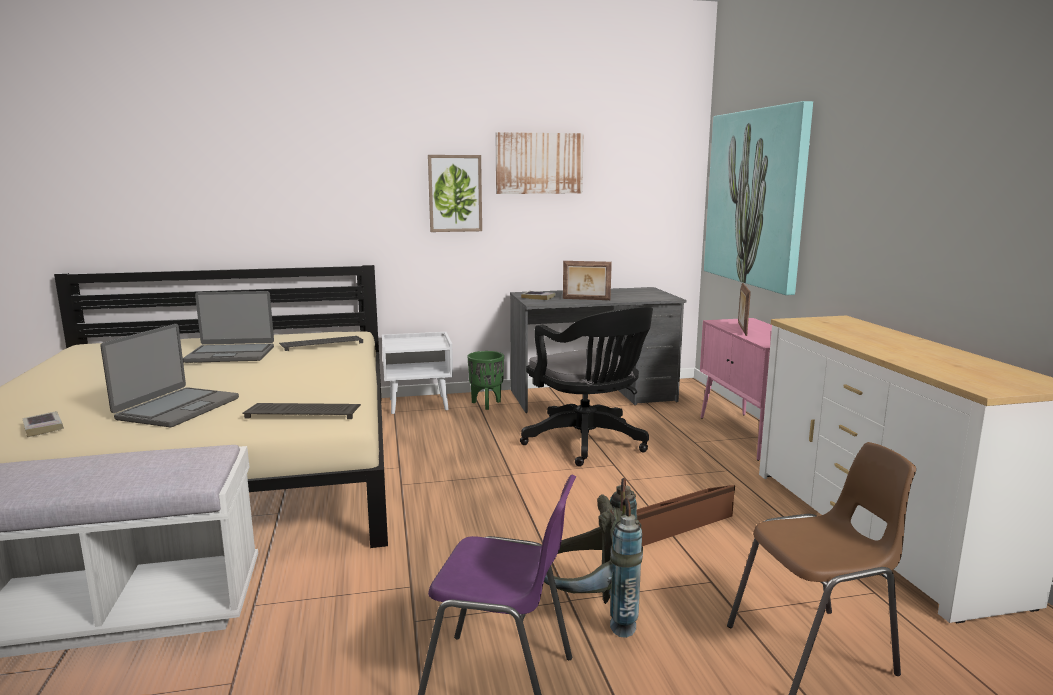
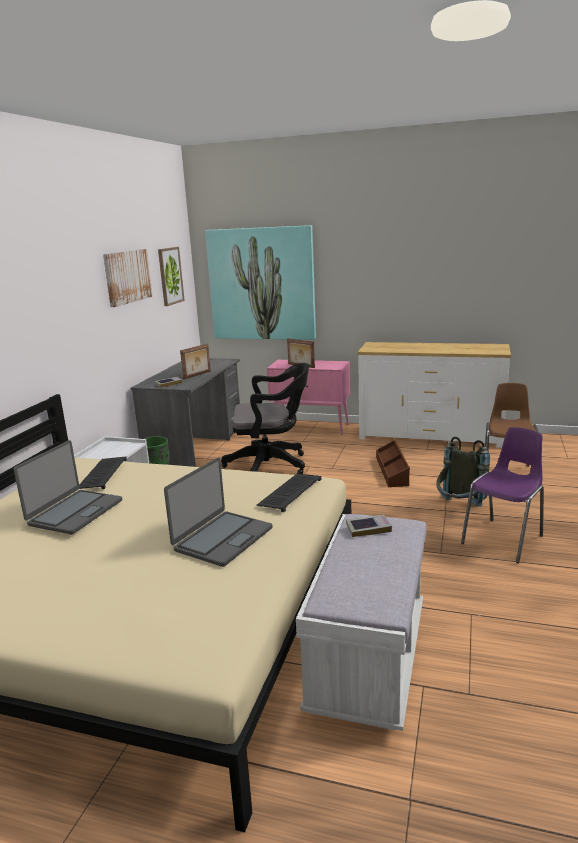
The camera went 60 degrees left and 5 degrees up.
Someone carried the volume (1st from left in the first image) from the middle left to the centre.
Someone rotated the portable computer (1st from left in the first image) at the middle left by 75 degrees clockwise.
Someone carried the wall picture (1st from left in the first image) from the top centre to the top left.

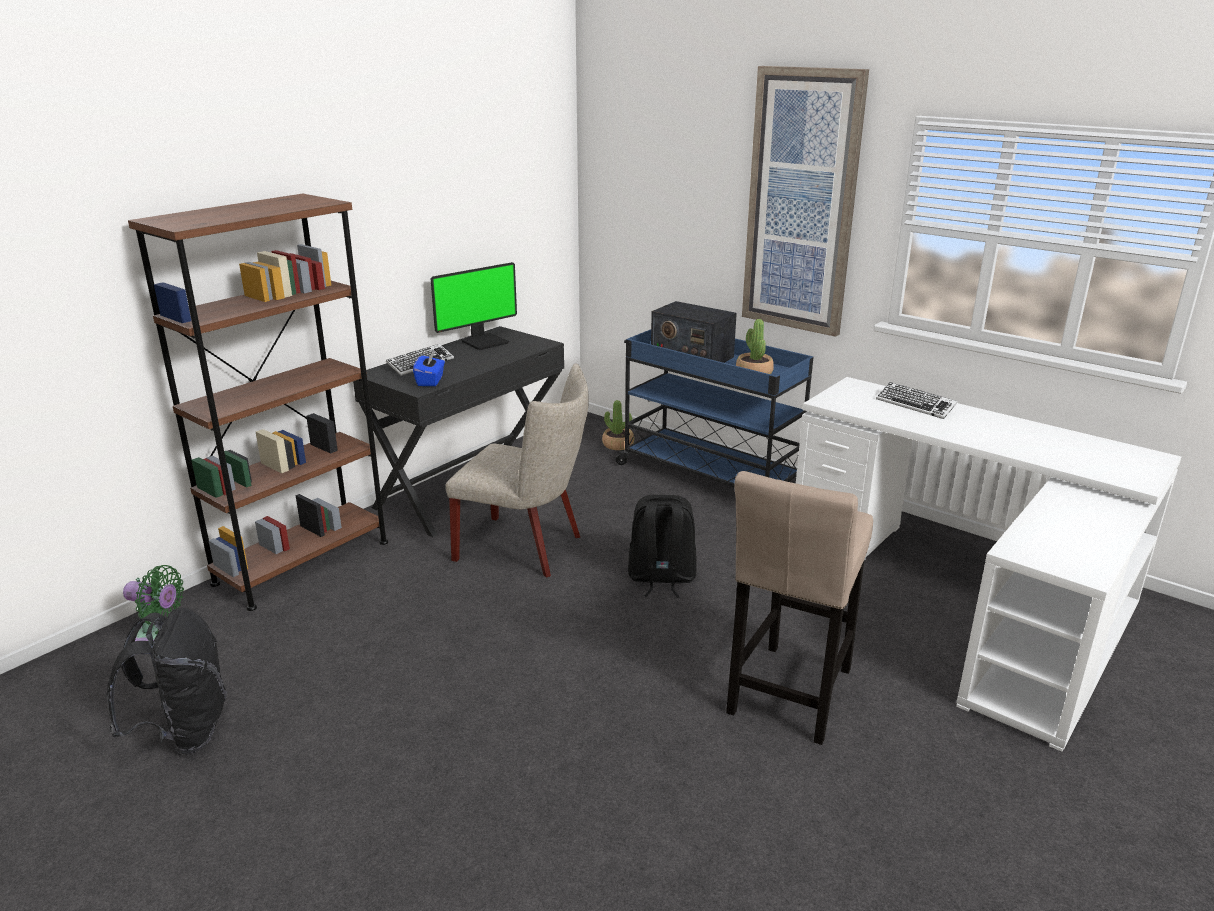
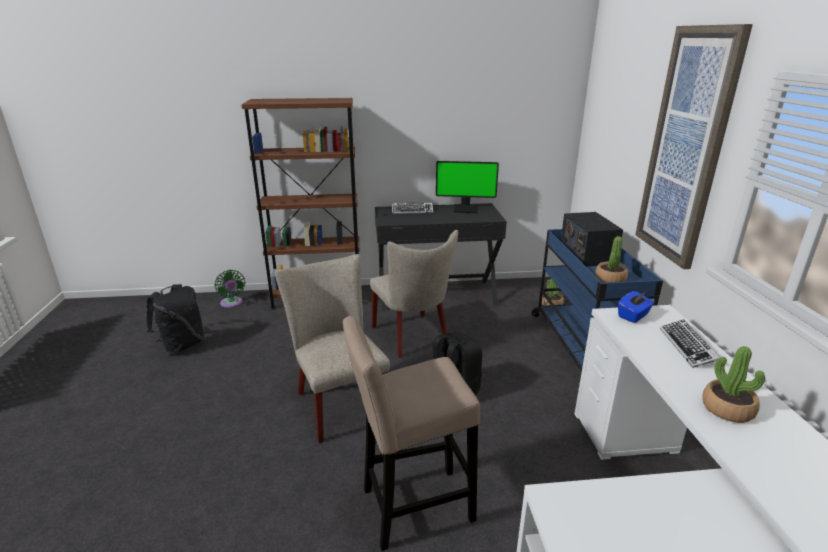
The camera went 45 degrees right and 0 degrees up.
Someone carried the box of tissues/blue-coloured from the centre to the middle right.
Someone put down the chair/beige (1st from left) at the centre.
Someone put down the potted plant (3rd from left) at the bottom right.

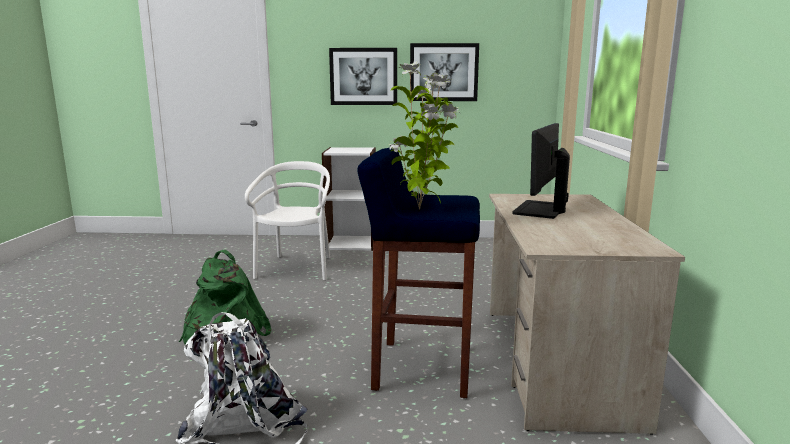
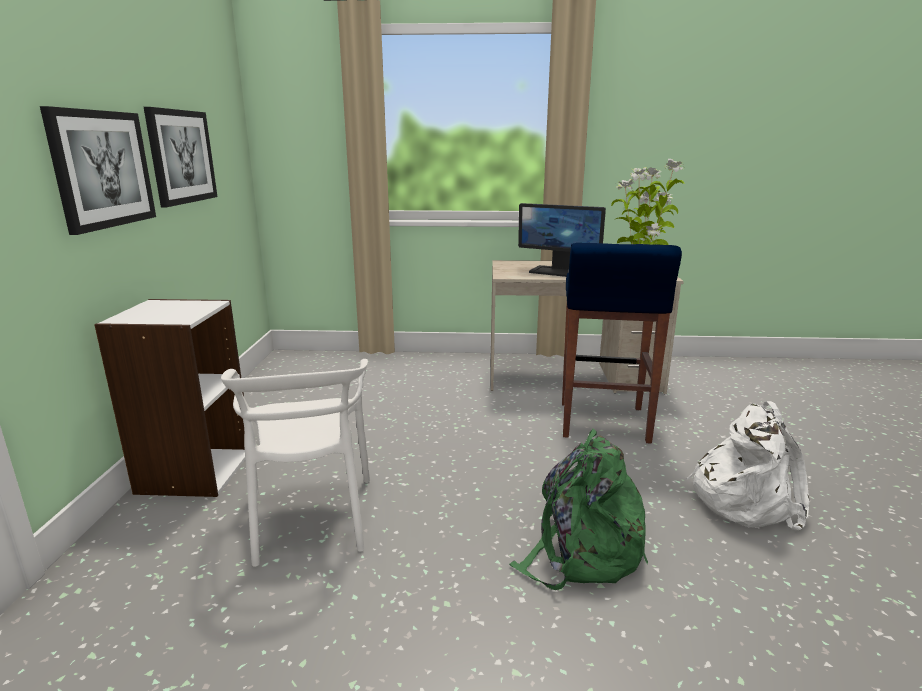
The camera went 90 degrees left and 5 degrees up.
Someone rotated the chair/white at the centre by 105 degrees counterclockwise.

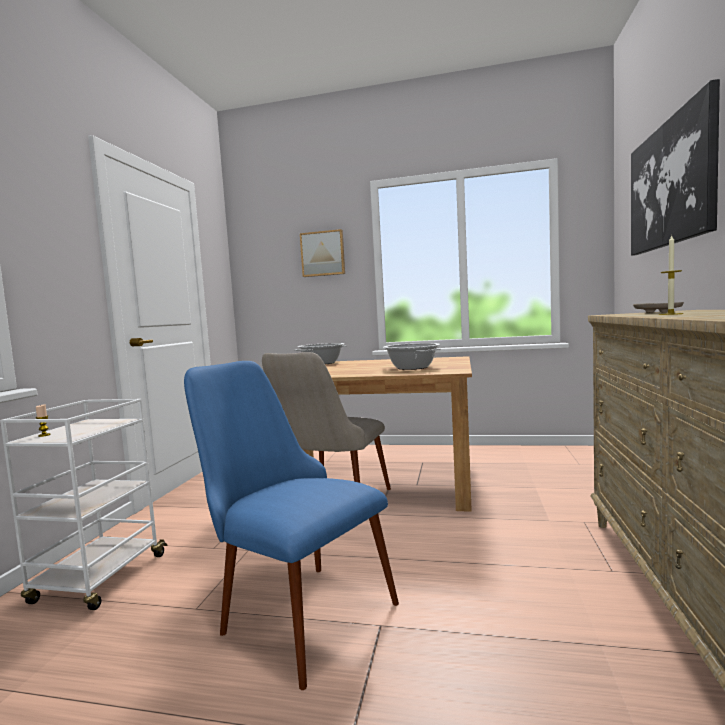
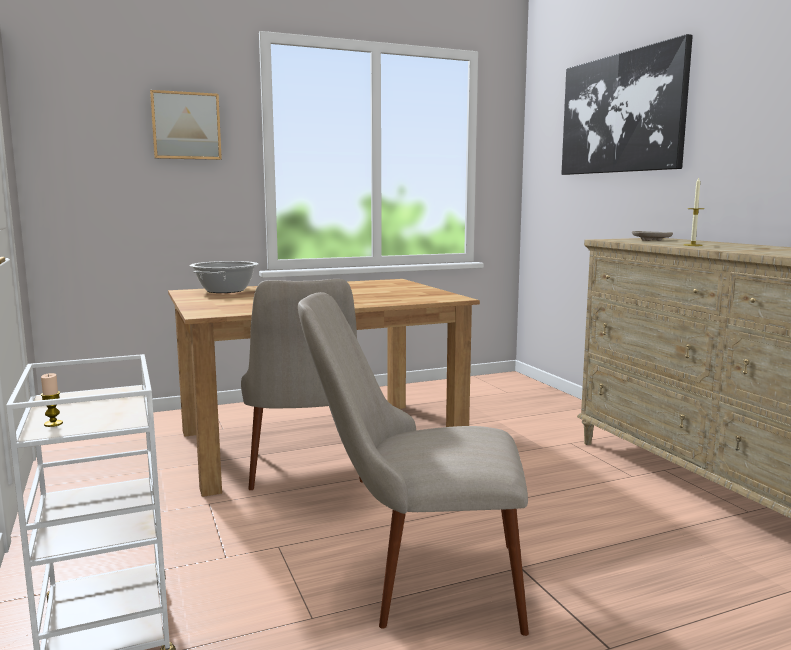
The camera went 35 degrees left and 5 degrees up.
Someone repainted the chair/blue-coloured at the bottom centre, which became the chair/beige (2nd from left) at the bottom centre.
Someone took away the cooking pot (2nd from left) at the centre.

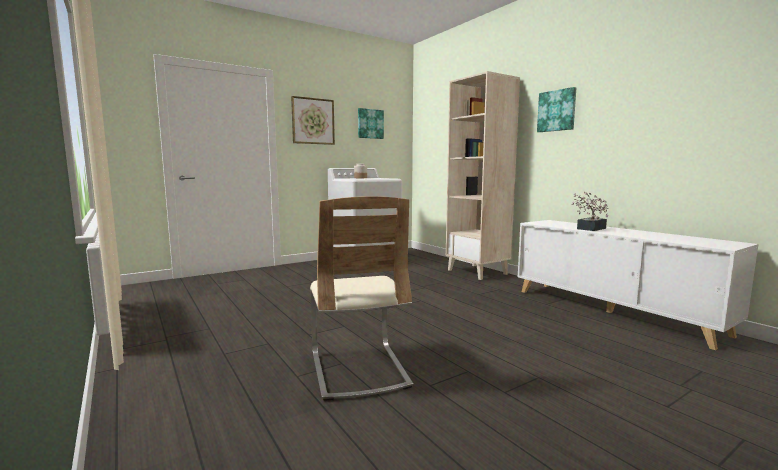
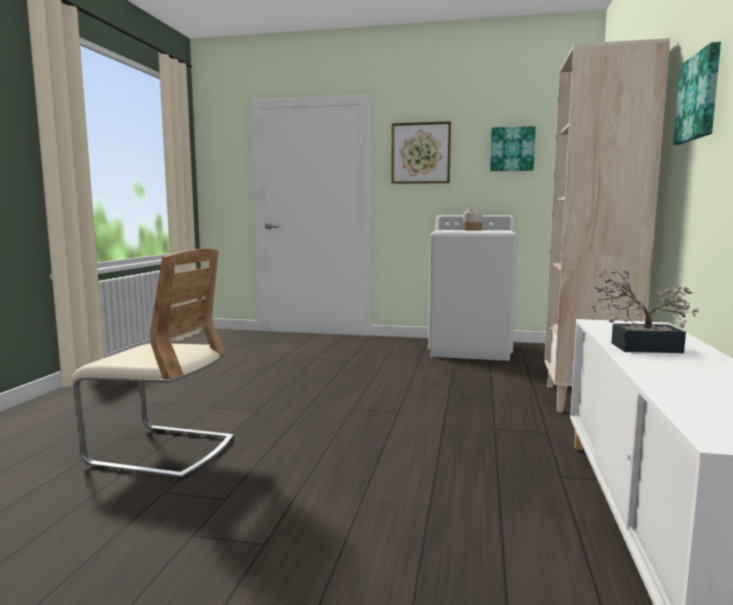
The camera went 45 degrees right and 0 degrees up.
Someone rotated the chair/beige at the centre by 105 degrees counterclockwise.

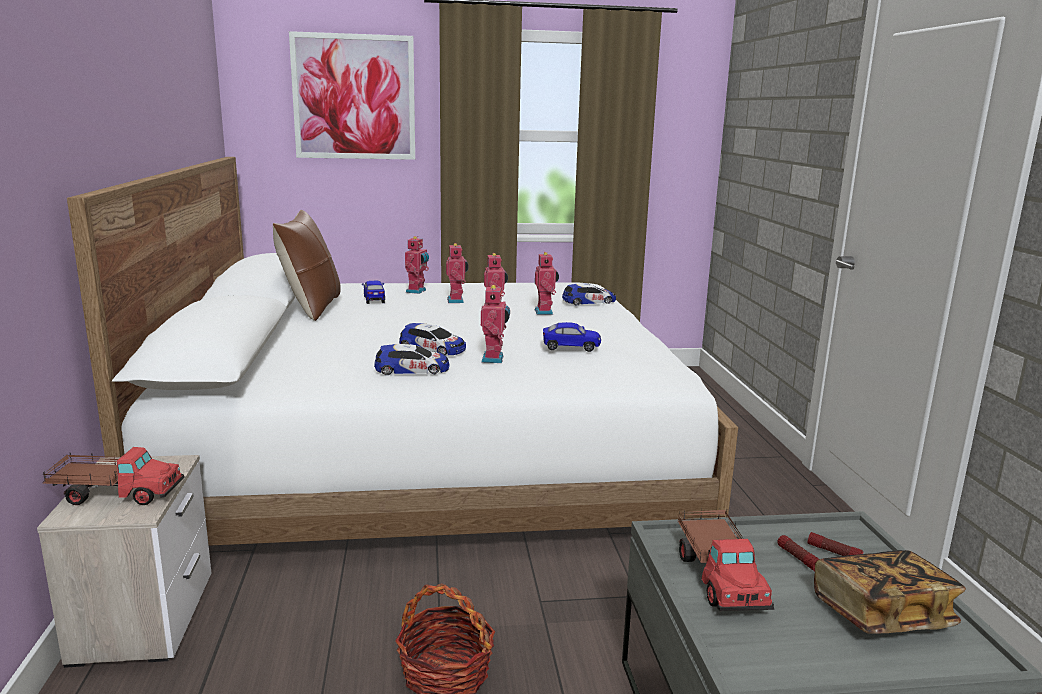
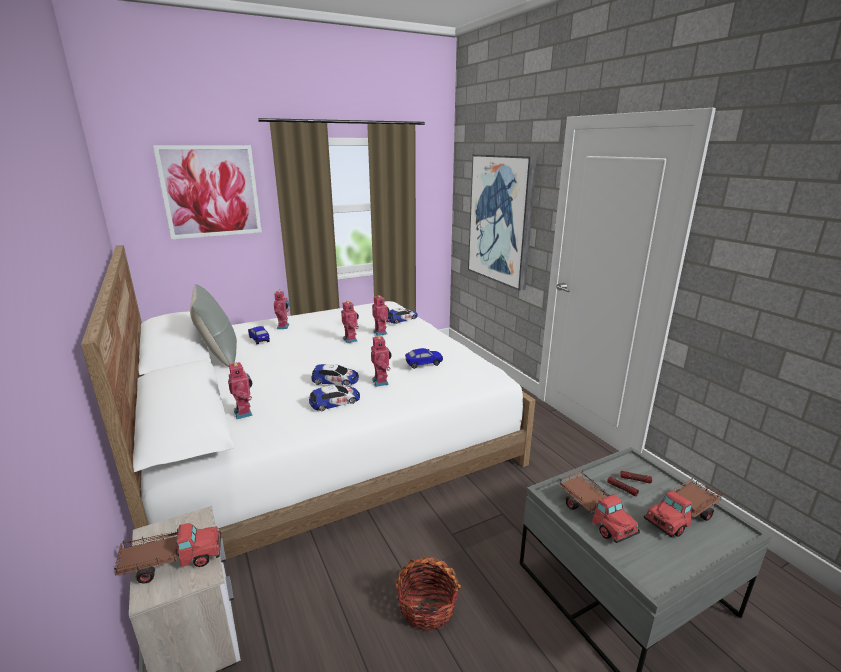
The camera went 20 degrees left and 5 degrees up.
Someone repainted the pillow/brown at the middle left, which became the pillow/grey at the middle left.
Someone carried the model robot (2nd from left in the first image) from the centre to the middle left.
Someone swapped the volume at the bottom right for the toy lorry (3rd from left) at the bottom right.
Someone put up the wall picture (2nd from left) at the top centre.

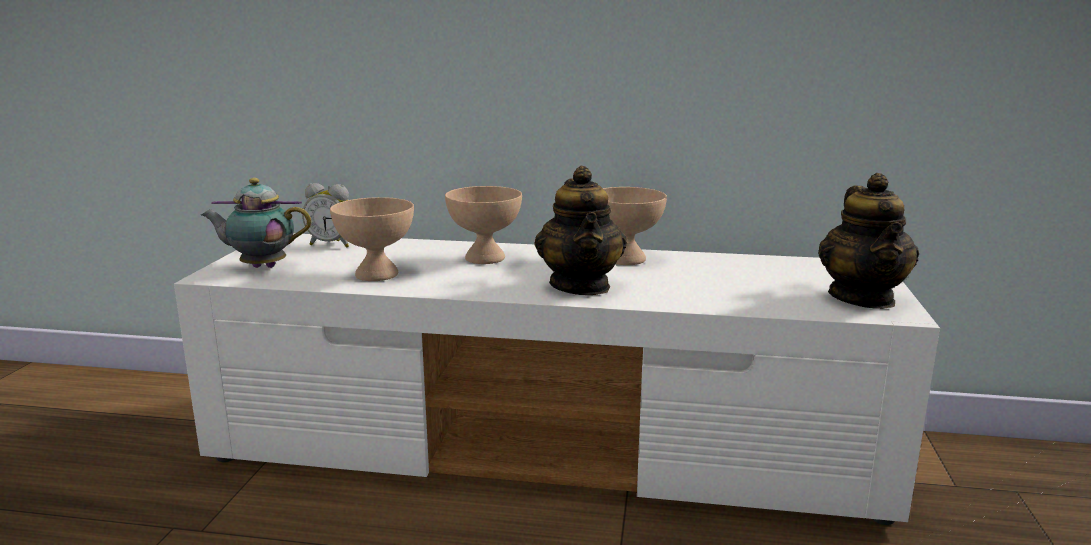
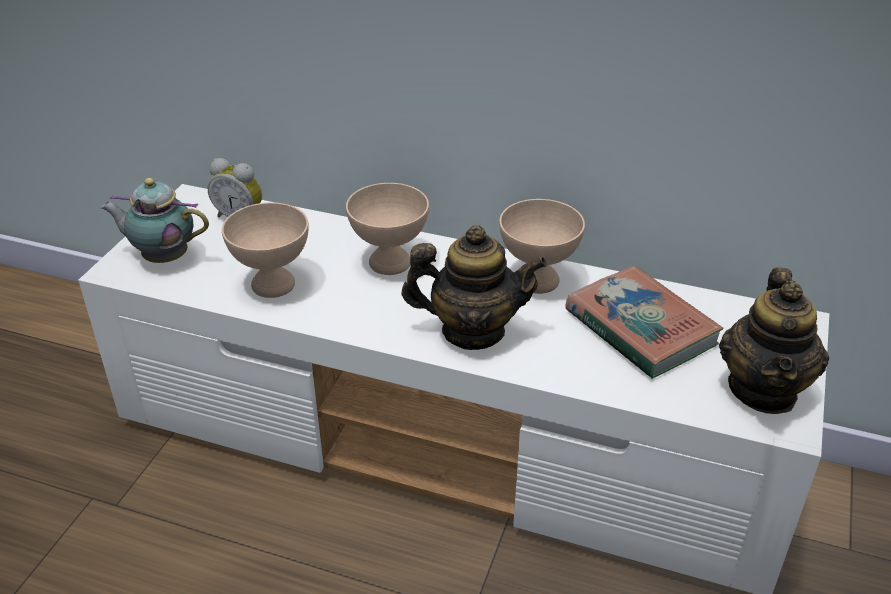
The camera went 10 degrees right and 20 degrees up.
Someone rotated the teapot (2nd from left) at the centre by 90 degrees counterclockwise.
Someone put down the volume at the middle right.

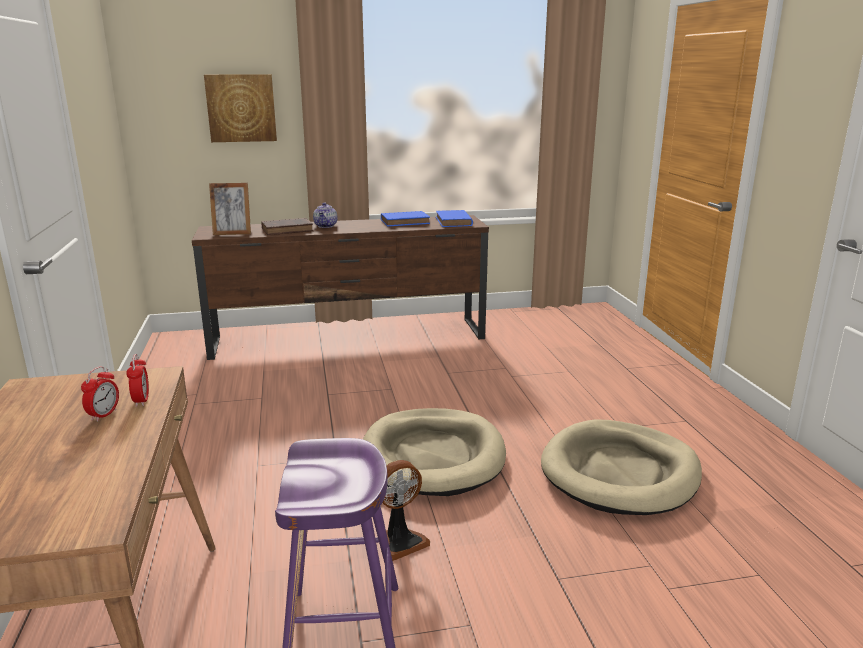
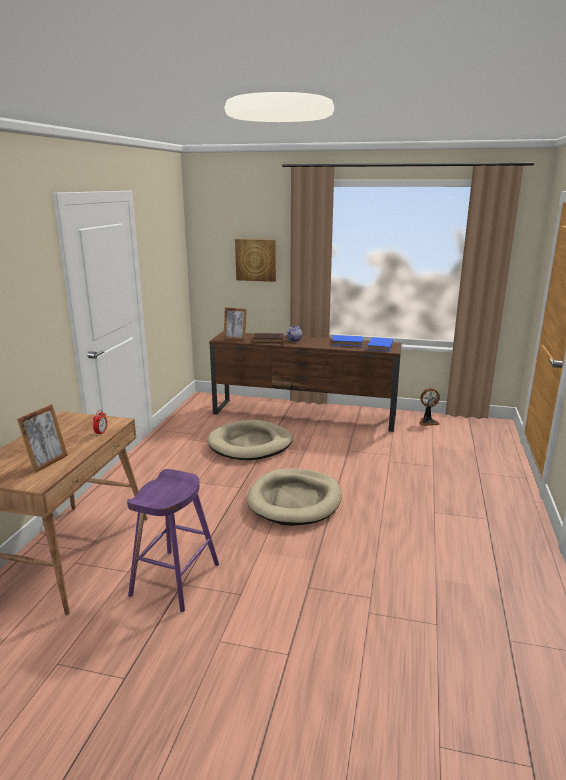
The camera went 25 degrees right and 0 degrees up.
Someone took away the table clock (1st from left) at the middle left.
Someone carried the cooling fan from the bottom centre to the middle right.
Someone carried the dog cushion/beige (2nd from left in the first image) from the bottom right to the centre.
Someone put down the picture frame (1st from left) at the middle left.

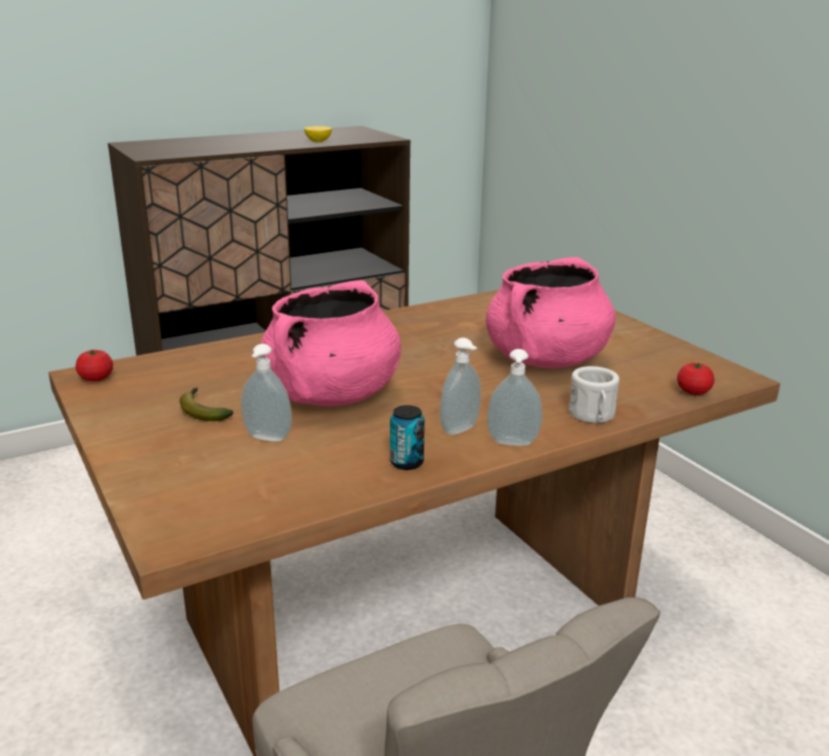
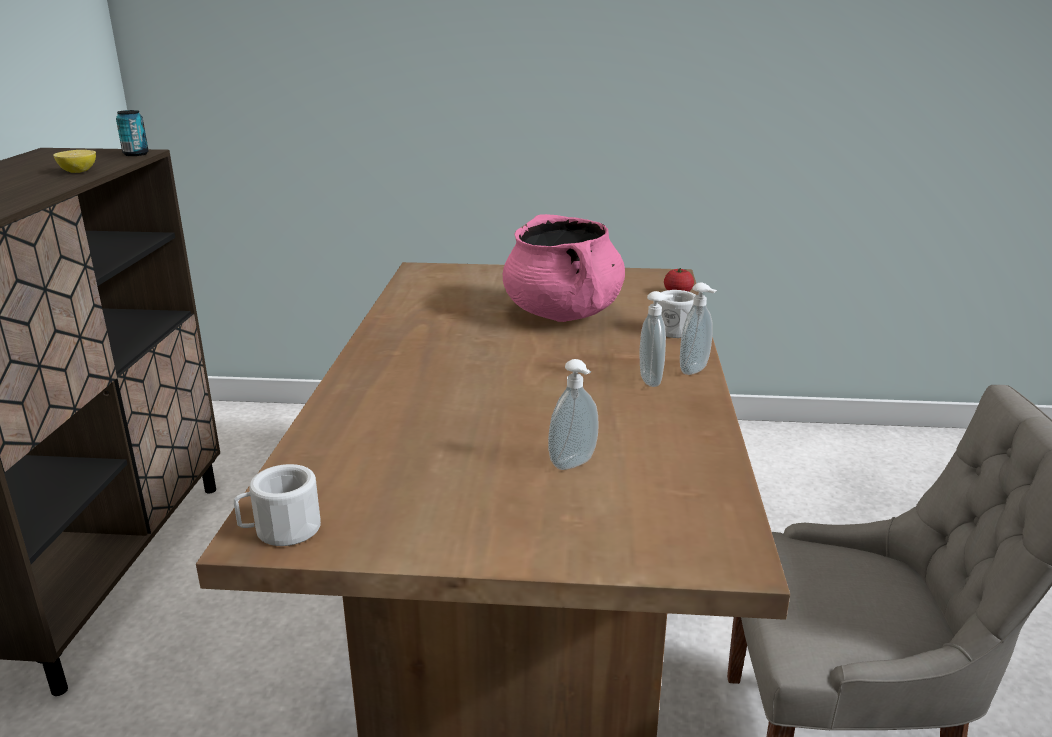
The camera went 55 degrees left and 0 degrees up.
Someone swapped the tomato (1st from left) at the middle left for the coffee mug/white (1st from left) at the bottom left.
Someone took away the banana at the middle left.
Someone took away the cooking pot/pinkish (1st from left) at the centre.
Someone carried the sealed can from the centre to the top left.

